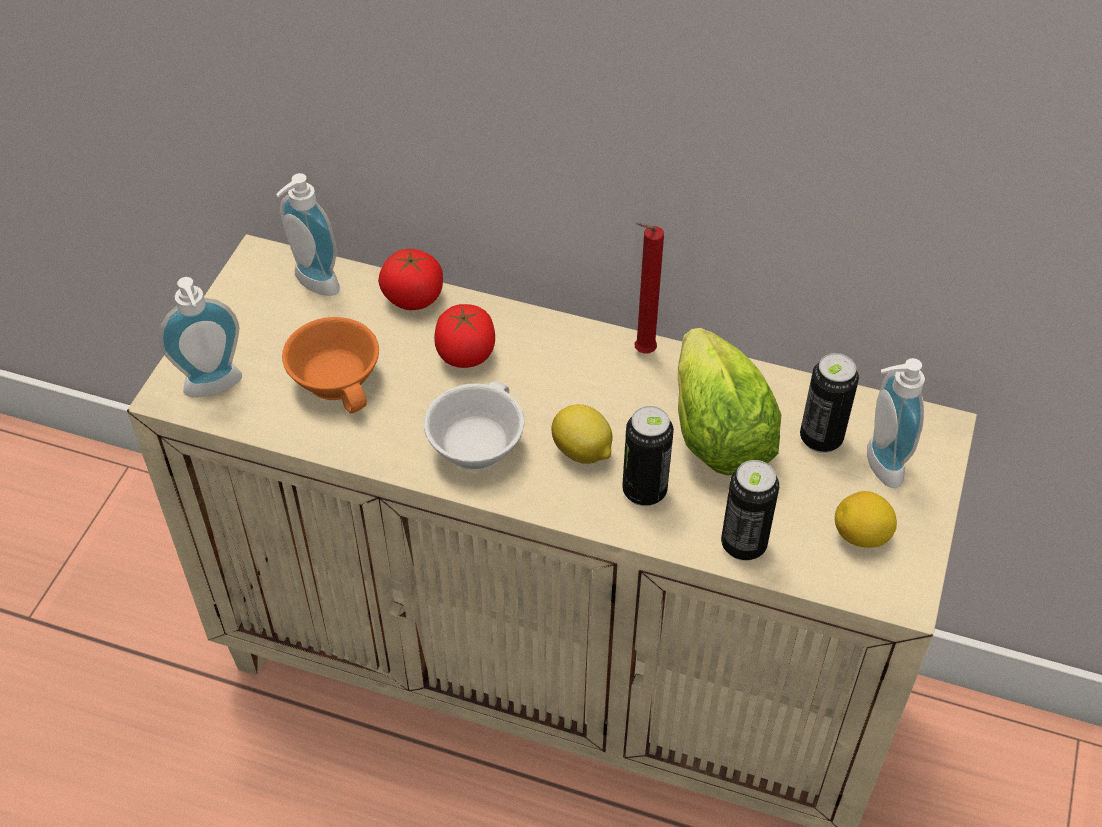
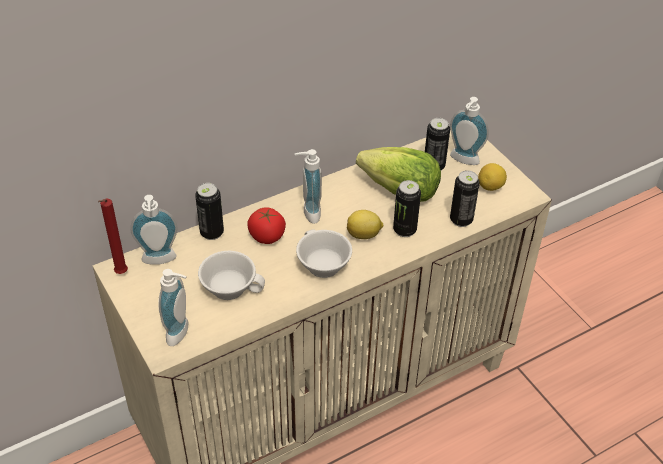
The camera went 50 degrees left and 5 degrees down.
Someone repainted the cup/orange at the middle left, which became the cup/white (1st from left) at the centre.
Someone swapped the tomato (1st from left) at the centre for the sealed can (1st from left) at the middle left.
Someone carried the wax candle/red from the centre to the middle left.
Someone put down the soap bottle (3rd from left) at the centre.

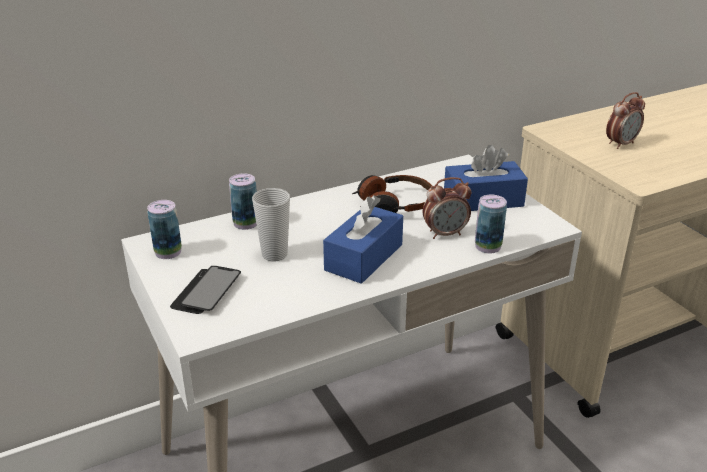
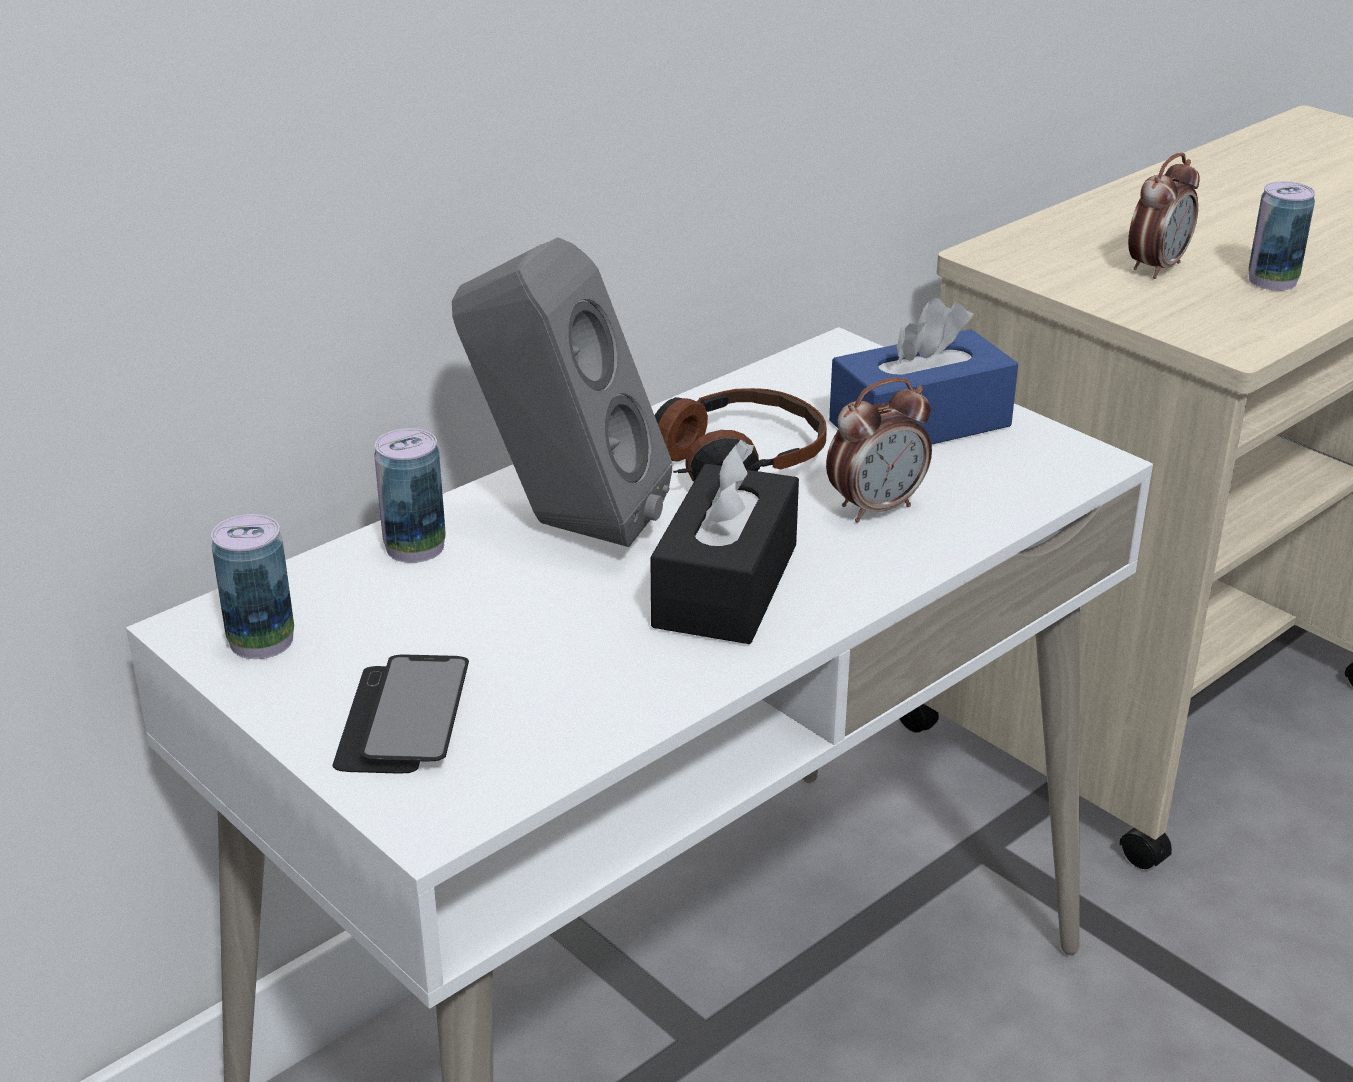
The camera went 15 degrees left and 0 degrees up.
Someone took away the cup at the centre.
Someone repainted the box of tissues/blue-coloured (1st from left) at the centre, which became the box of tissues/blackish at the centre.
Someone carried the sealed can (3rd from left) from the middle right to the top right.
Someone put down the audio speaker/grey at the centre.

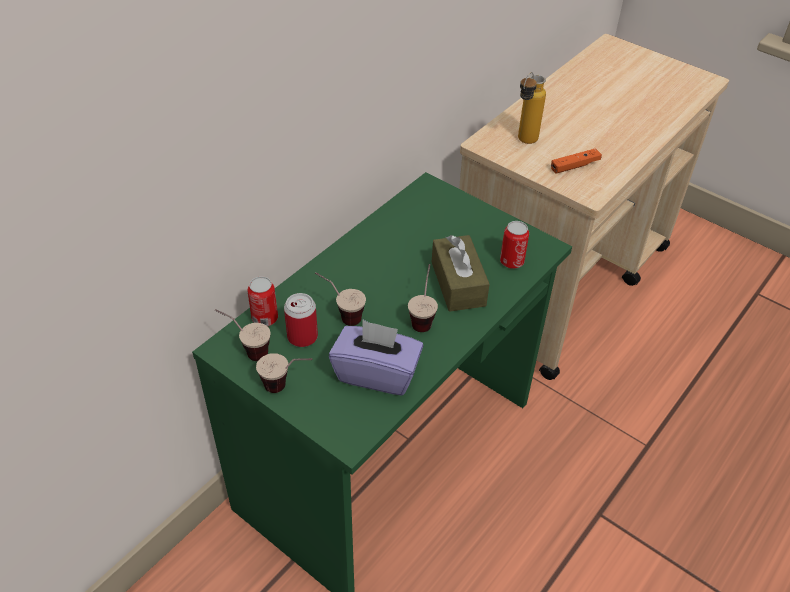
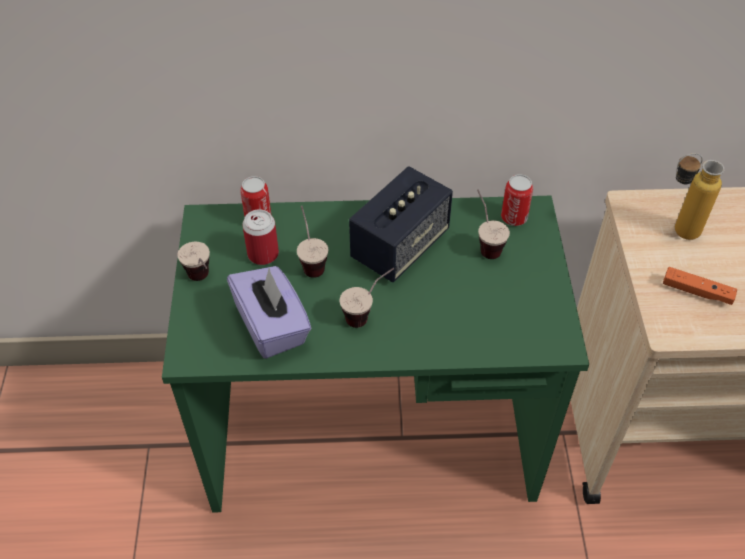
The camera went 50 degrees right and 5 degrees up.
Someone carried the cup (1st from left in the first image) from the middle left to the centre.
Someone took away the box of tissues/brown at the centre.
Someone carried the sealed can (3rd from left) from the centre to the middle right.
Someone put down the audio speaker at the centre.

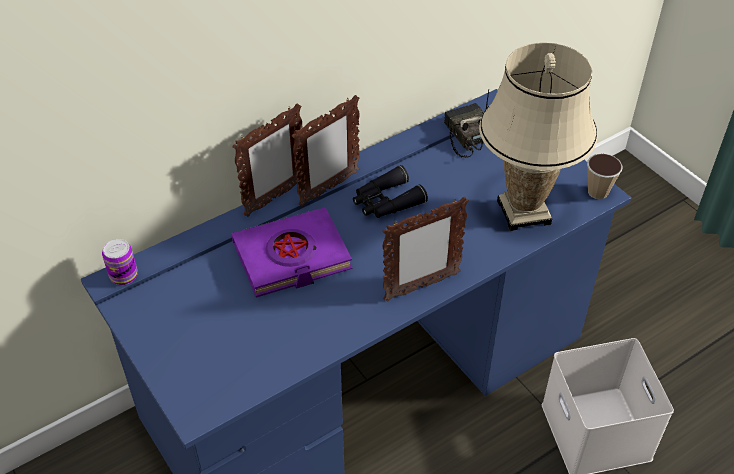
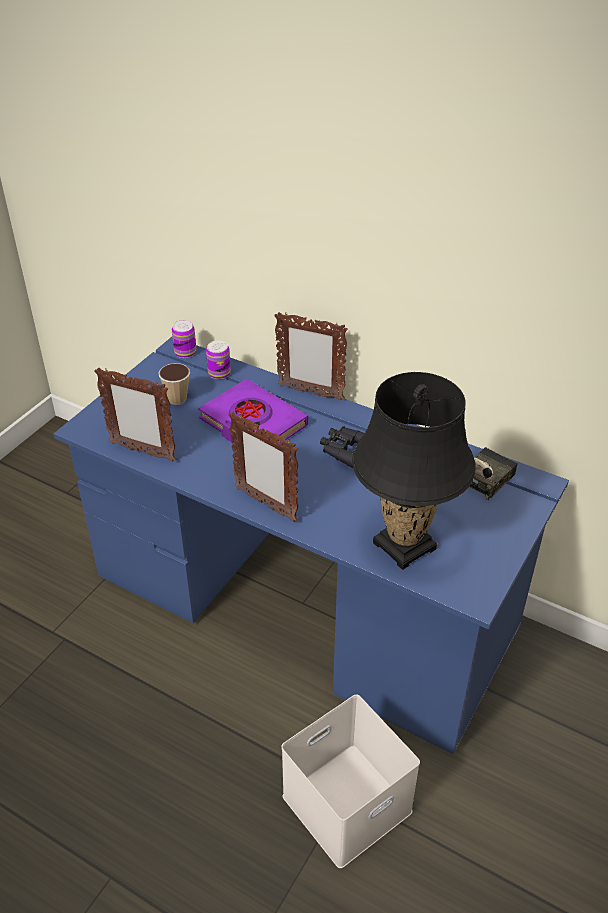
The camera went 65 degrees right and 5 degrees down.
Someone carried the picture frame (2nd from left in the first image) from the top centre to the middle left.
Someone repainted the table lamp/beige at the top right, which became the table lamp/blackish at the middle right.
Someone carried the cup from the middle right to the middle left.
Someone put down the sealed can (2nd from left) at the centre.

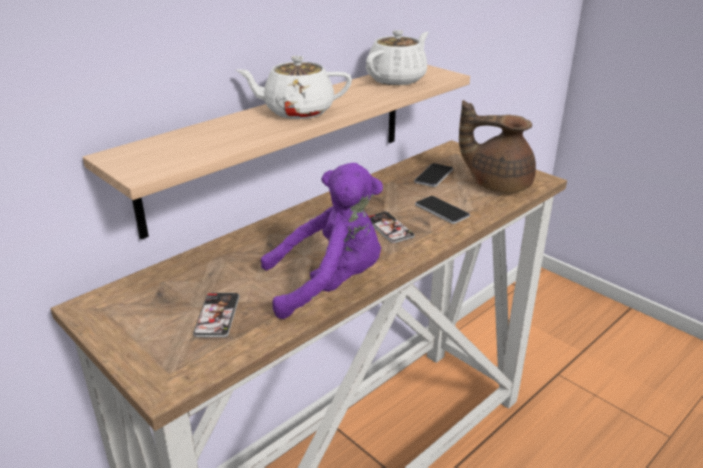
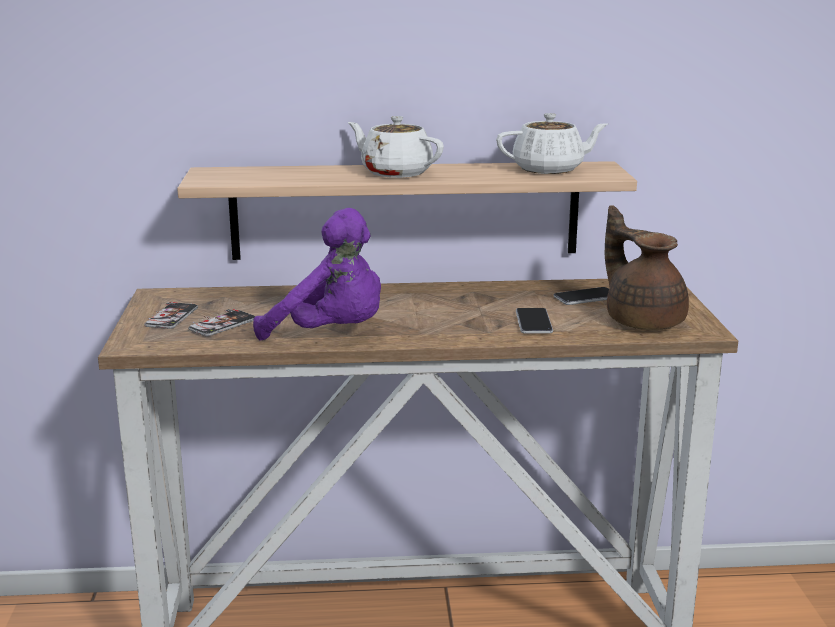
The camera went 40 degrees right and 10 degrees down.
Someone carried the telephone (2nd from left in the first image) from the centre to the middle left.

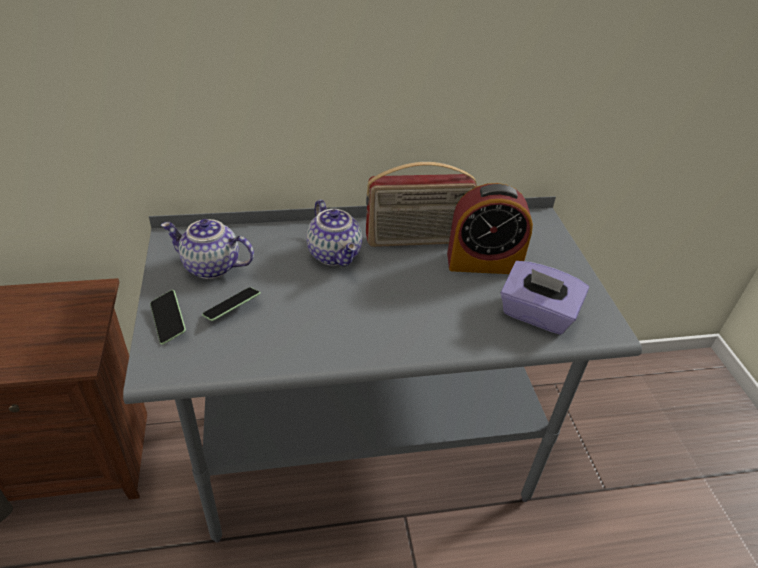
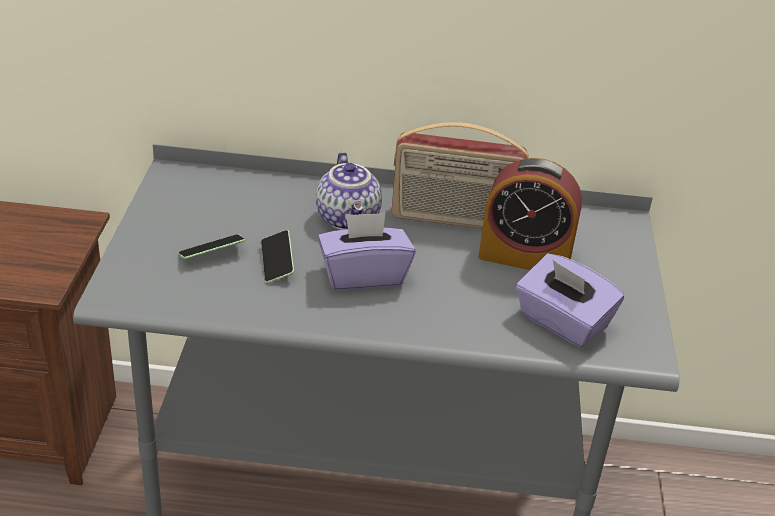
The camera went 15 degrees right and 5 degrees down.
Someone carried the telephone (1st from left in the first image) from the middle left to the centre.
Someone took away the teapot (1st from left) at the middle left.
Someone put down the box of tissues/purple-coloured (1st from left) at the centre.

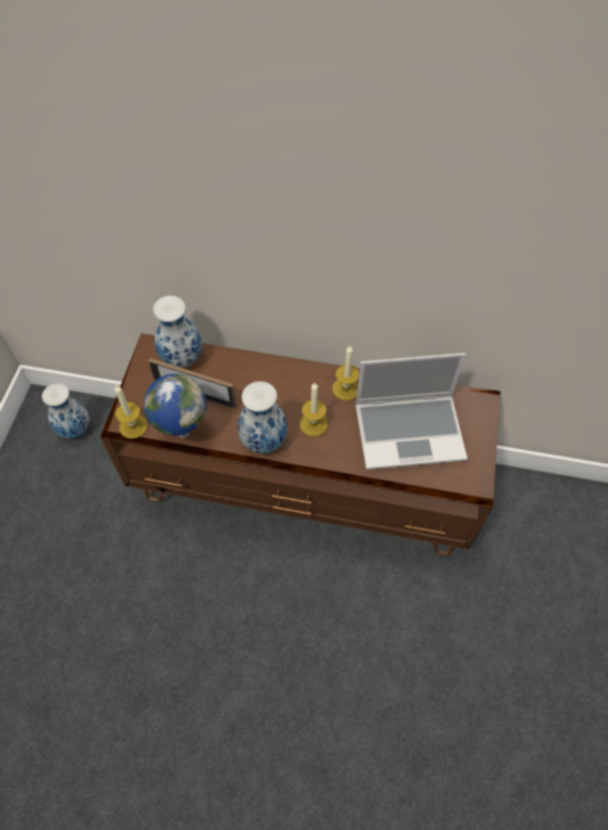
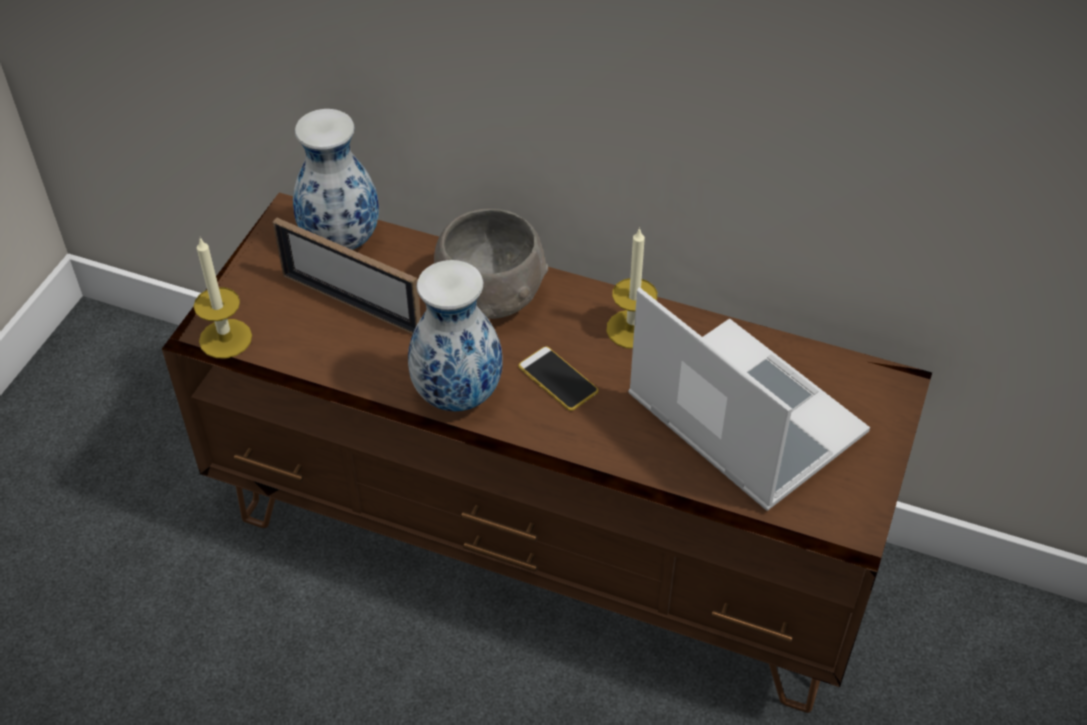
The camera went 10 degrees right and 10 degrees down.
Someone took away the vase (1st from left) at the middle left.
Someone took away the desk globe at the middle left.
Someone swapped the wax candle (2nd from left) at the centre for the telephone at the centre.
Someone rotated the portable computer at the middle right by 135 degrees counterclockwise.
Someone put down the serving bowl/grey at the centre.

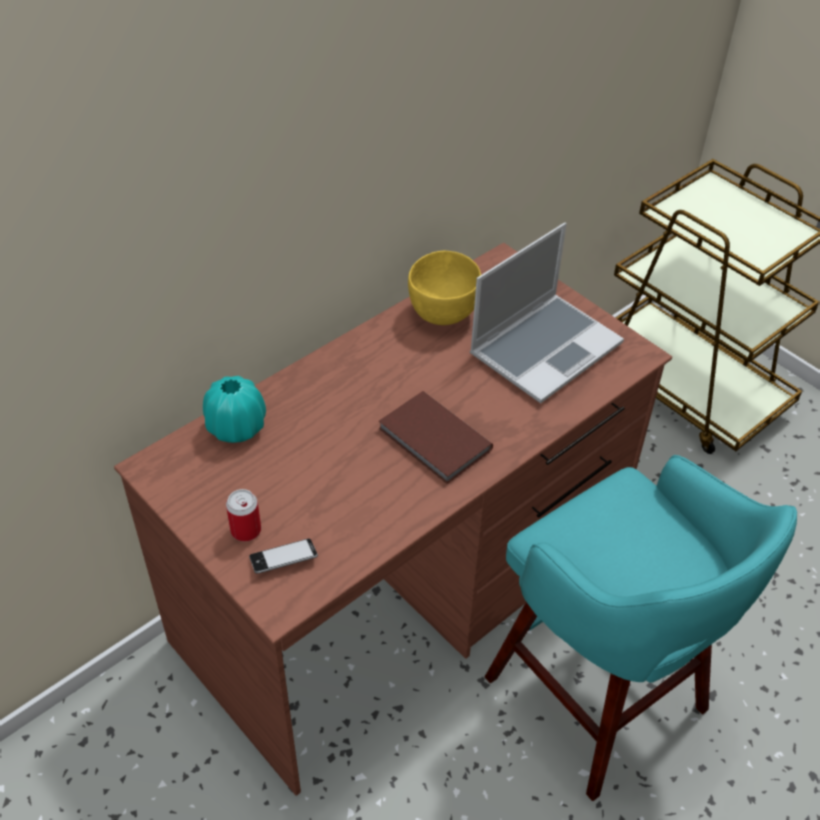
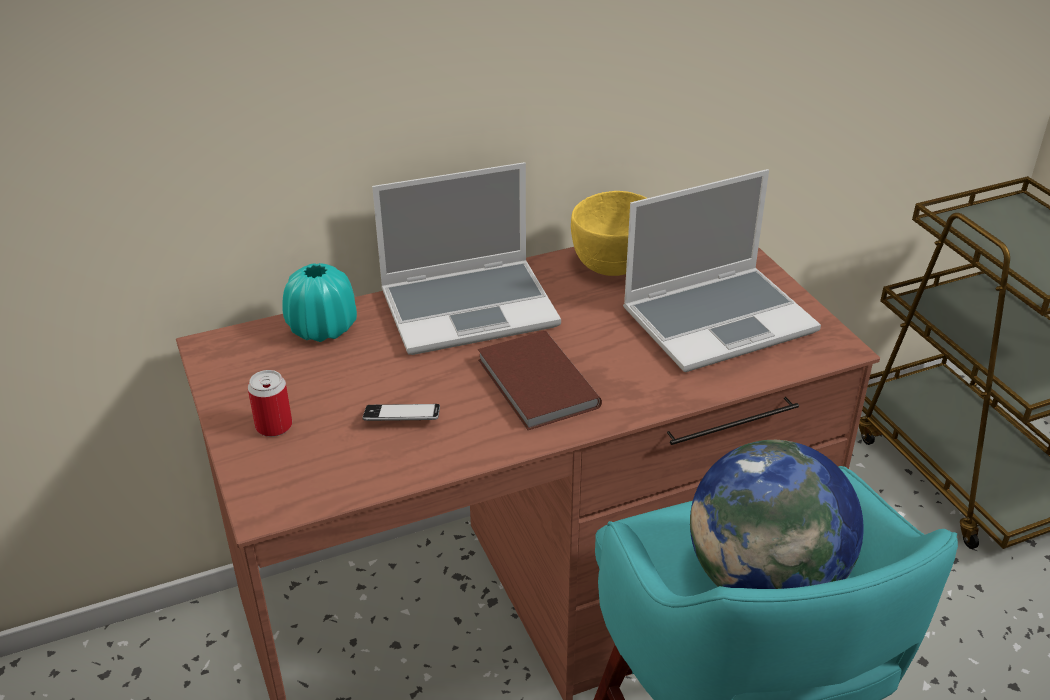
The camera went 20 degrees right and 10 degrees down.
Someone carried the telephone from the bottom centre to the centre.
Someone put down the portable computer (1st from left) at the centre.
Someone put down the desk globe at the bottom right.

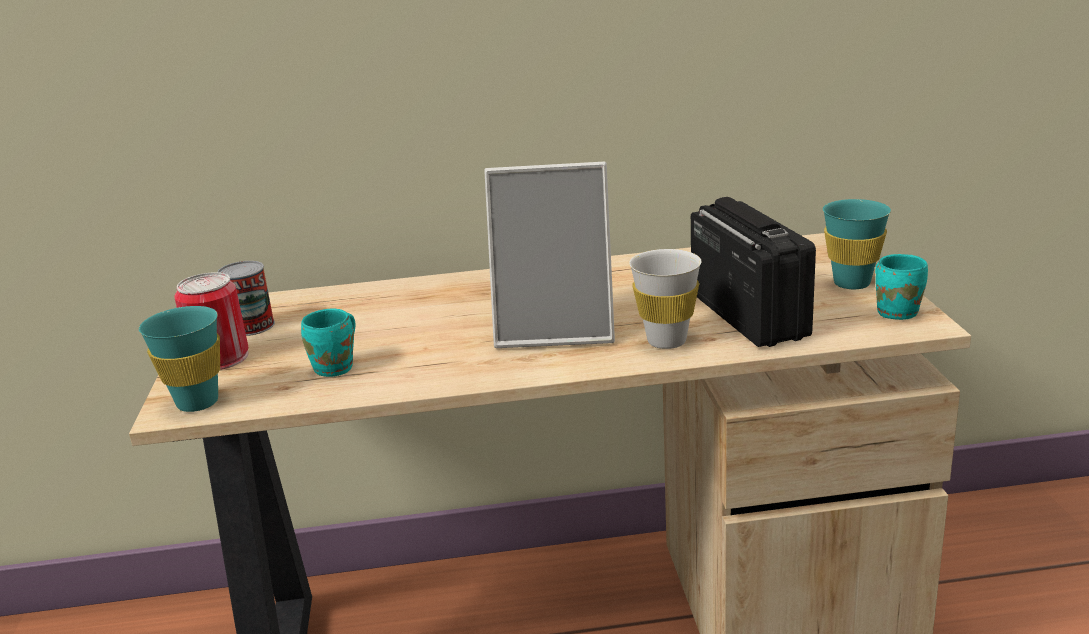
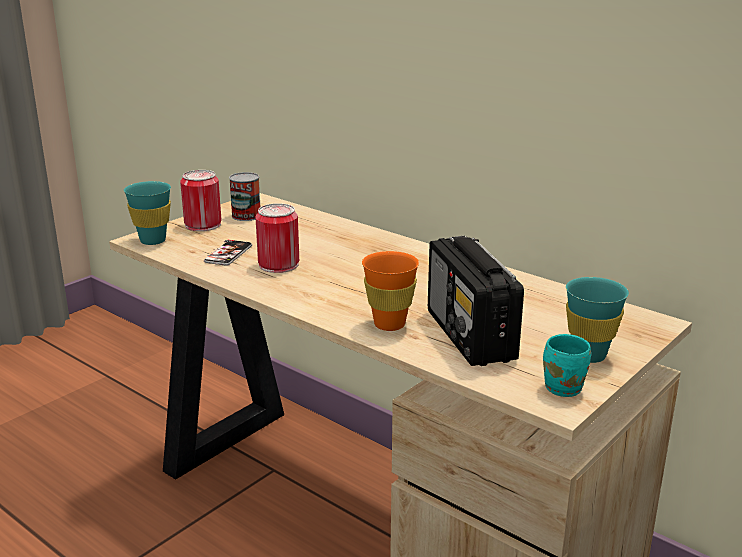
The camera went 45 degrees right and 0 degrees up.
Someone swapped the coffee mug/blue-green (1st from left) at the middle left for the telephone at the middle left.
Someone took away the picture frame at the centre.
Someone repainted the cup/white at the centre, which became the cup/orange at the centre.
Someone rotated the radio at the middle right by 135 degrees clockwise.
Someone put down the sealed can (3rd from left) at the centre.

